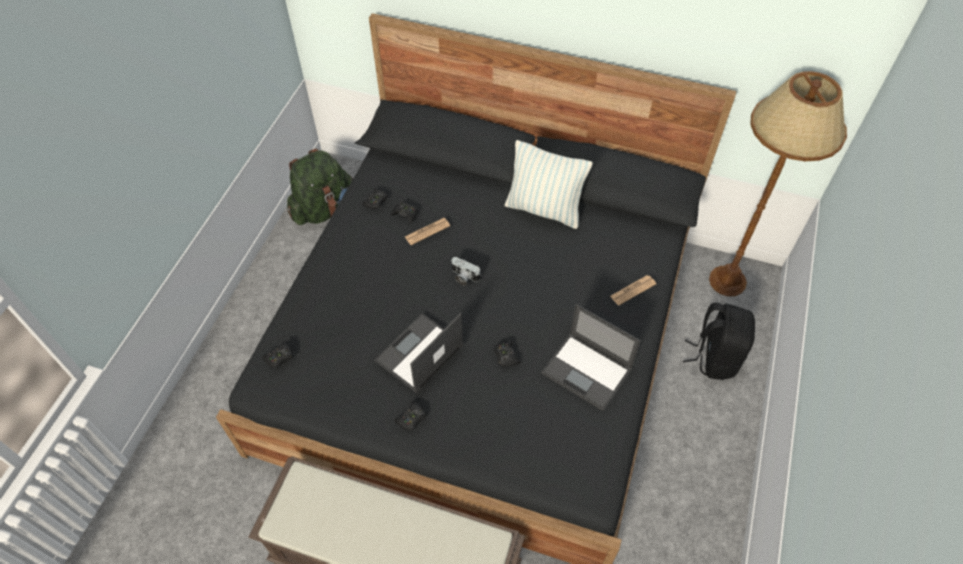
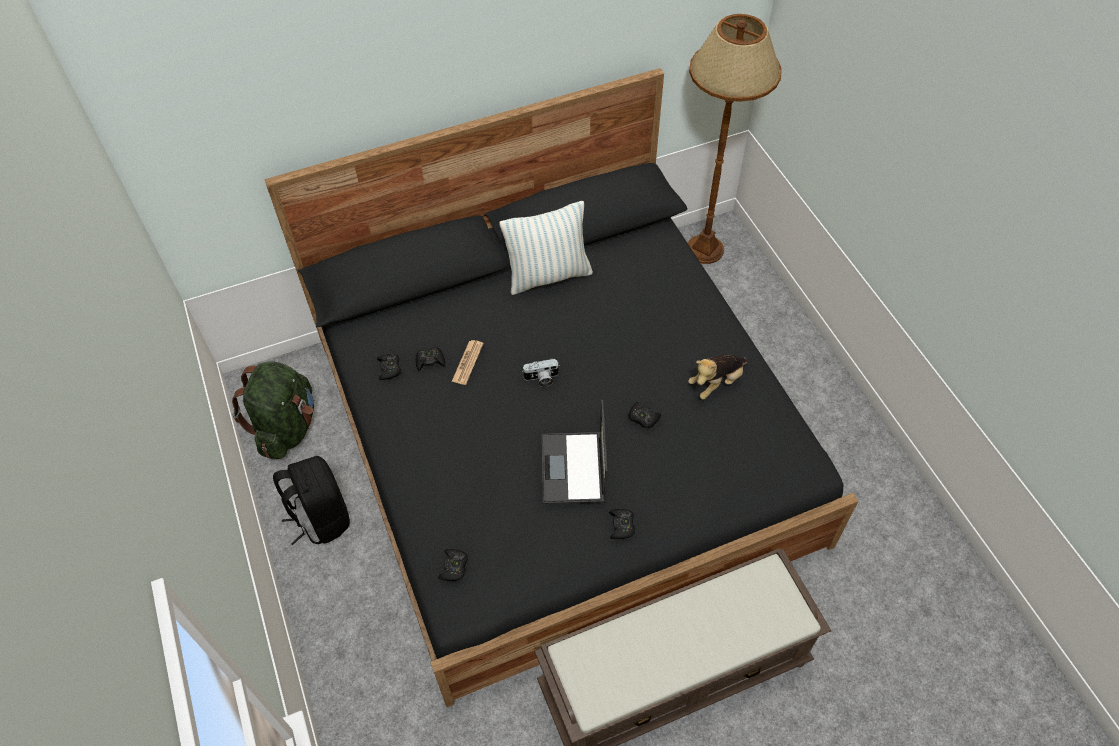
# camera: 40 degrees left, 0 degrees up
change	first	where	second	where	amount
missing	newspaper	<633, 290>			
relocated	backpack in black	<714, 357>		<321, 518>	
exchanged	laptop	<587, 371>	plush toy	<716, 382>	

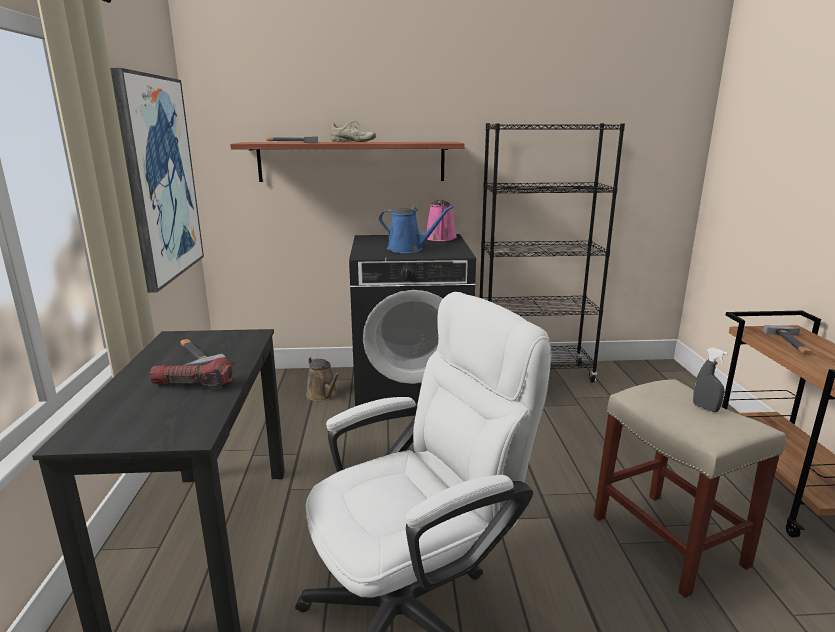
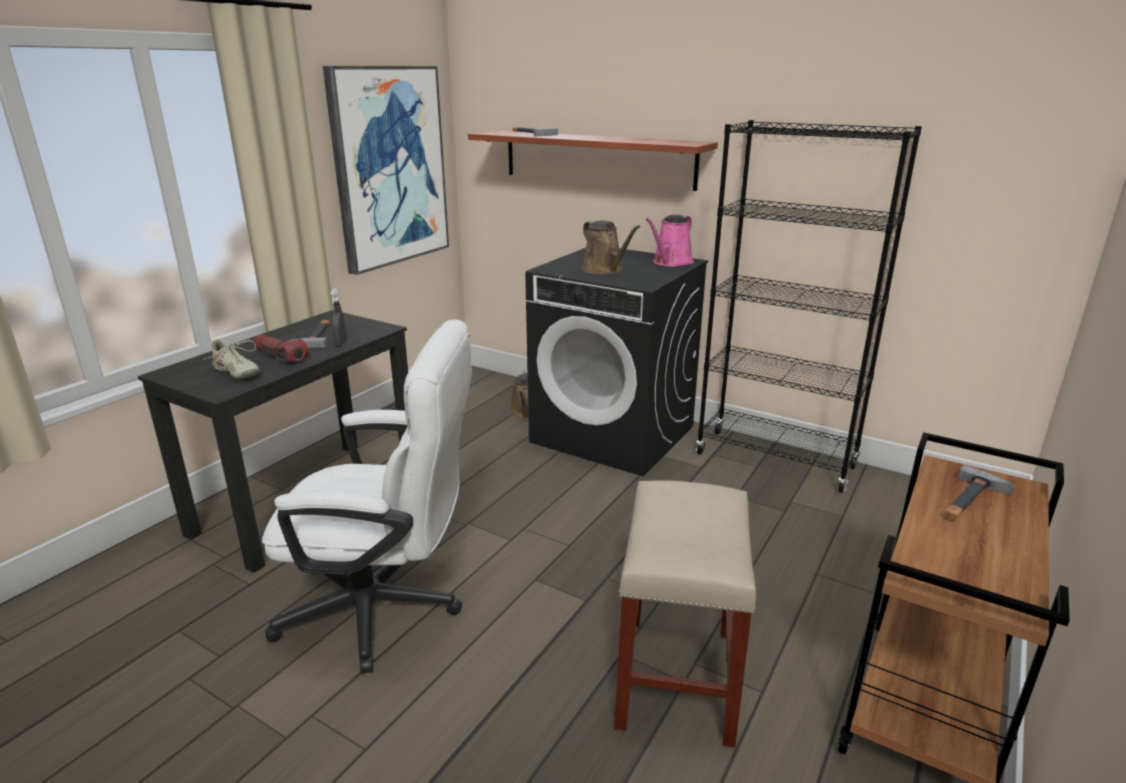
# camera: 35 degrees right, 5 degrees up
change	first	where	second	where	amount
relocated	shoe in beige	<352, 142>		<236, 372>	
colour	watering can in blue	<408, 249>	watering can in brown	<605, 270>	
relocated	spray bottle in grey	<705, 408>		<341, 344>	

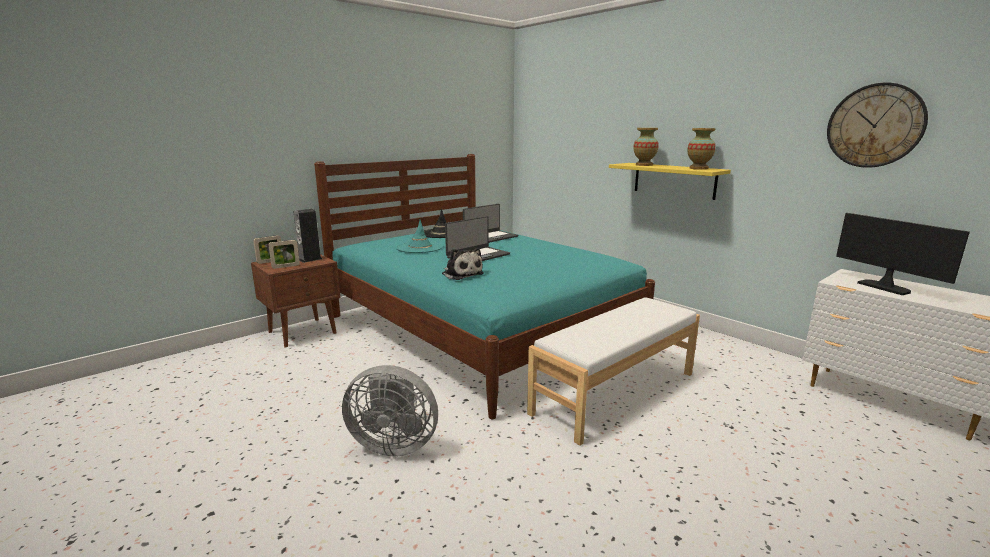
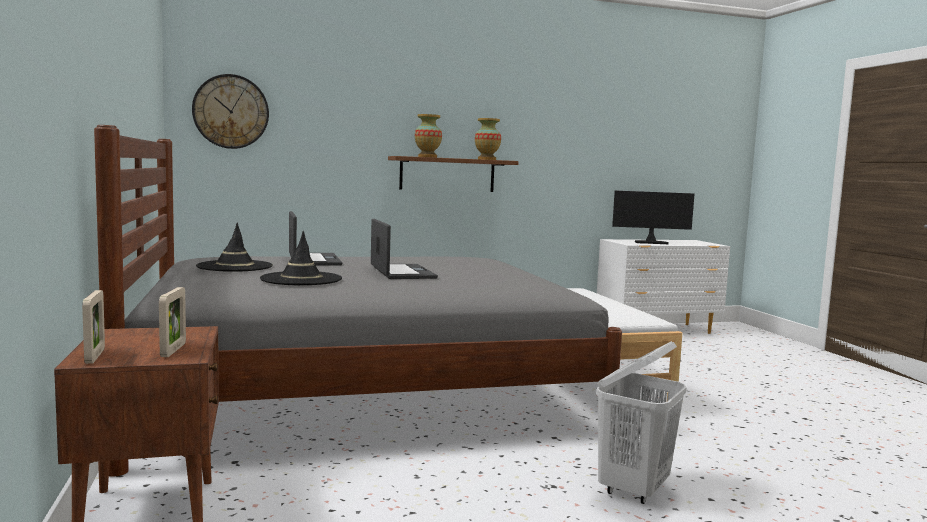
# camera: 65 degrees left, 10 degrees down
change	first	where	second	where	amount
relocated	wall clock	<875, 126>		<231, 111>	
colour	bed in turquoise	<479, 329>	bed in grey	<362, 394>	
colour	shelf in yellow	<674, 180>	shelf in brown	<447, 174>	
missing	speaker	<310, 259>			
colour	hat in turquoise	<419, 247>	hat in black	<301, 279>	
missing	plush toy	<461, 274>			
exchanged	fan in grey	<393, 444>	laundry basket in white	<634, 489>	

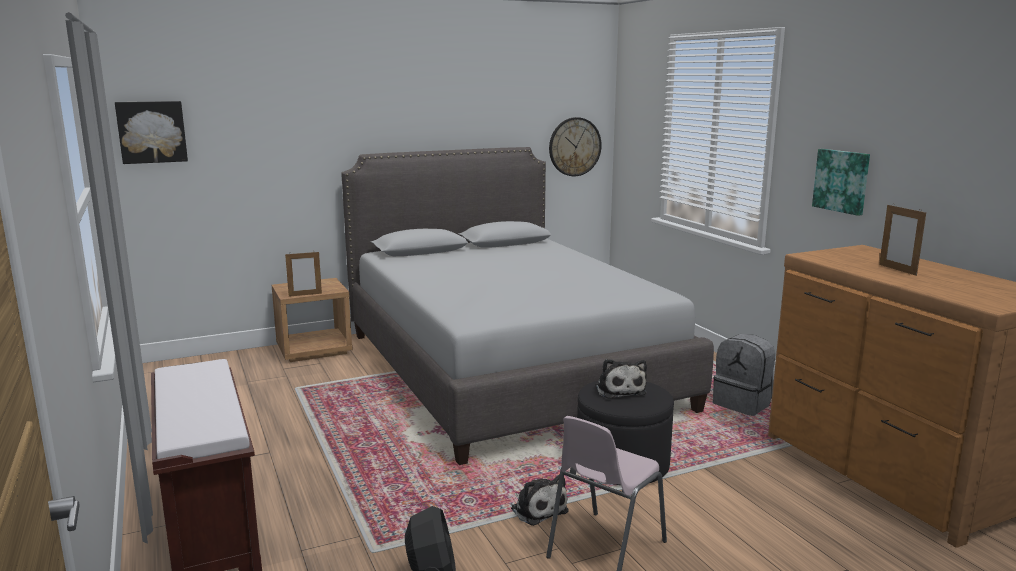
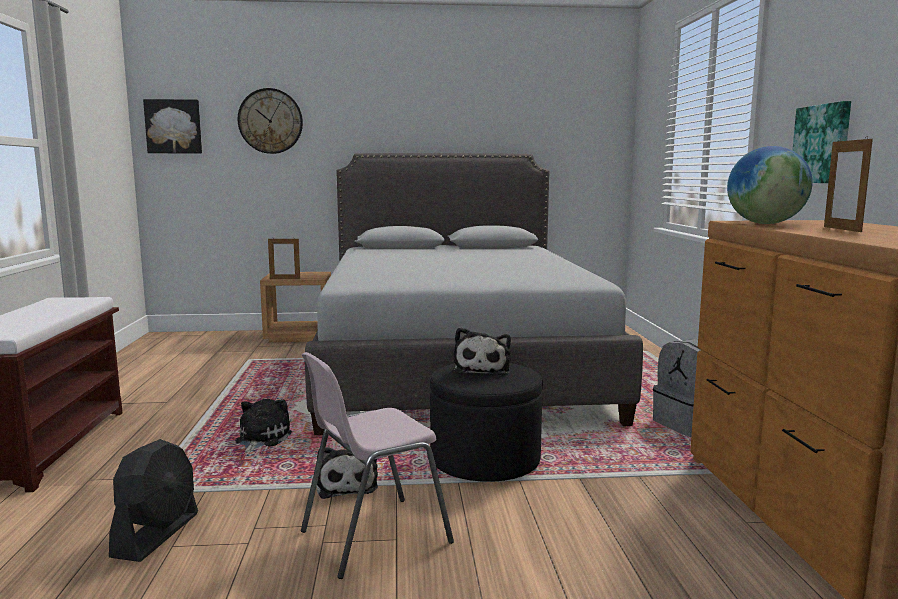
# camera: 20 degrees right, 5 degrees down
change	first	where	second	where	amount
relocated	wall clock	<574, 146>		<270, 121>	
appeared			globe	<765, 223>	
appeared			plush toy	<261, 439>	

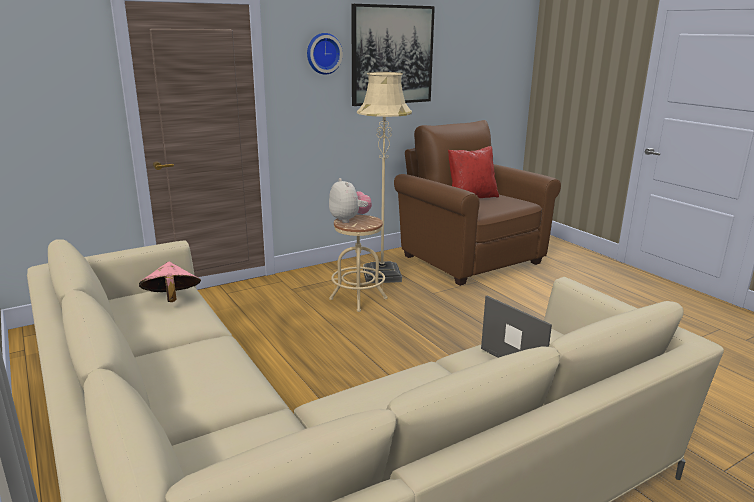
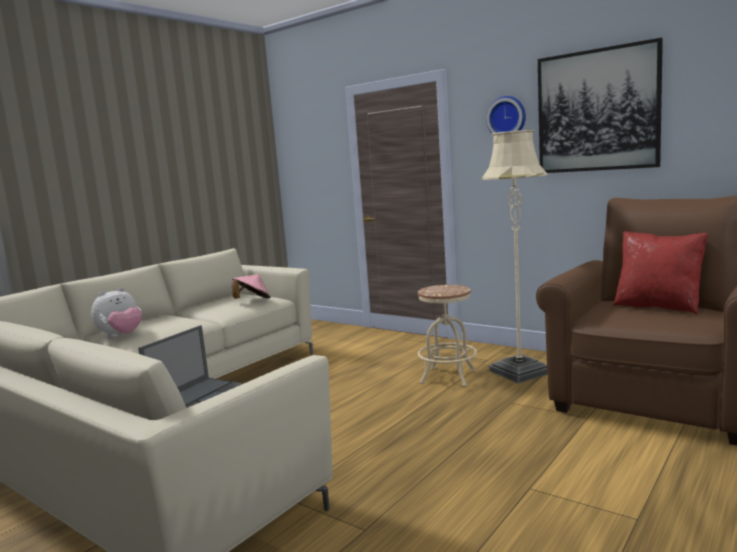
# camera: 70 degrees right, 10 degrees down
change	first	where	second	where	amount
relocated	plush toy	<349, 220>		<121, 336>	

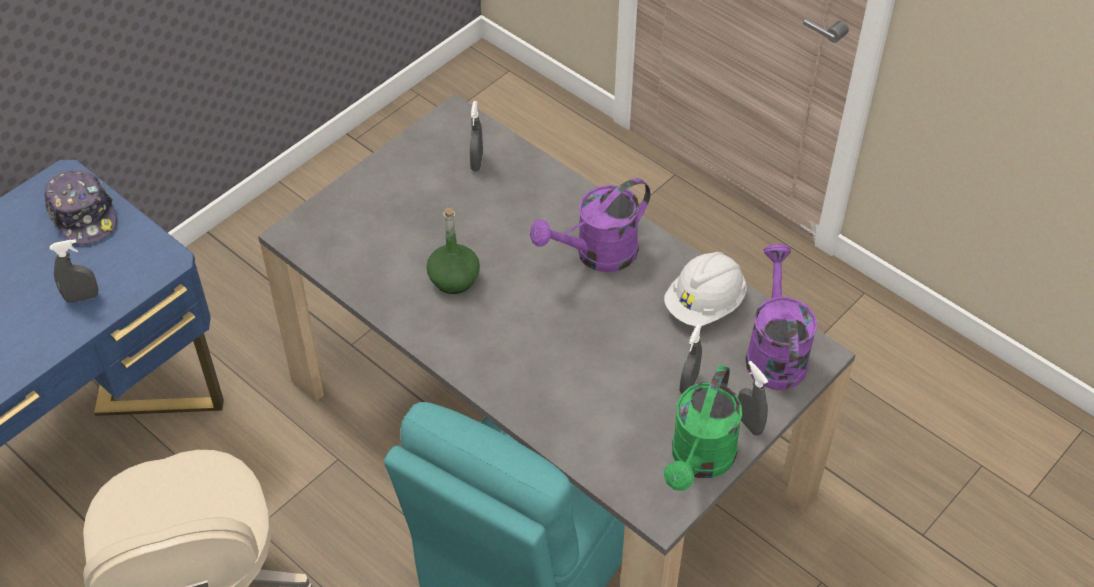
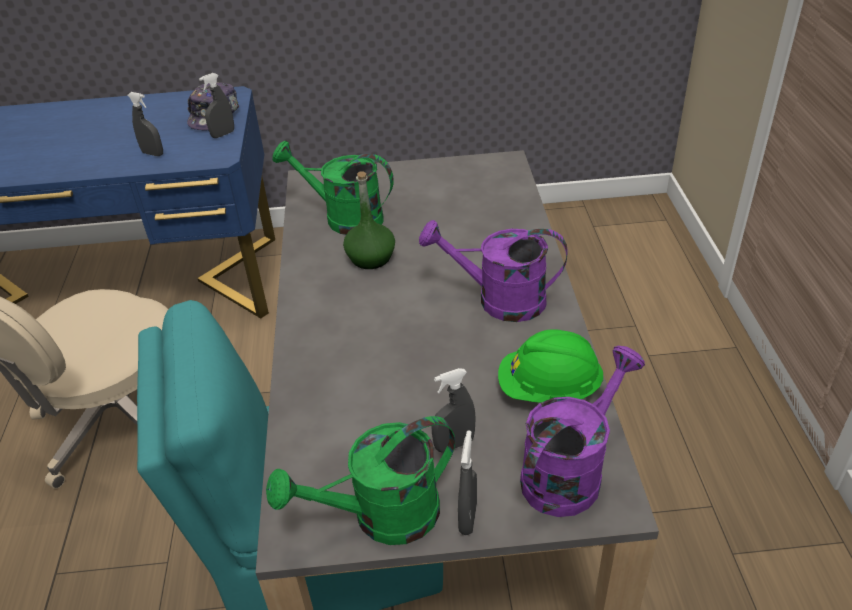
# camera: 45 degrees right, 10 degrees down
change	first	where	second	where	amount
relocated	spray bottle in grey	<477, 162>		<223, 134>	
colour	hard hat in white	<705, 304>	hard hat in green	<548, 389>	
appeared			watering can in green	<344, 218>	

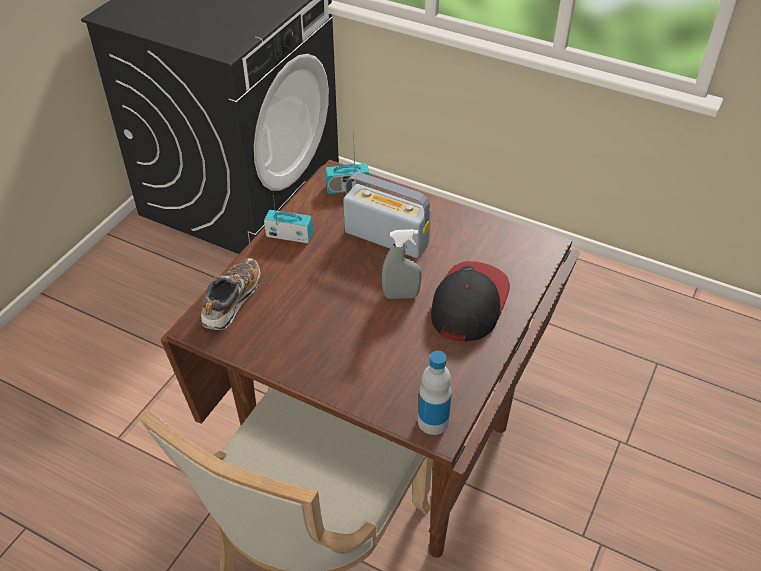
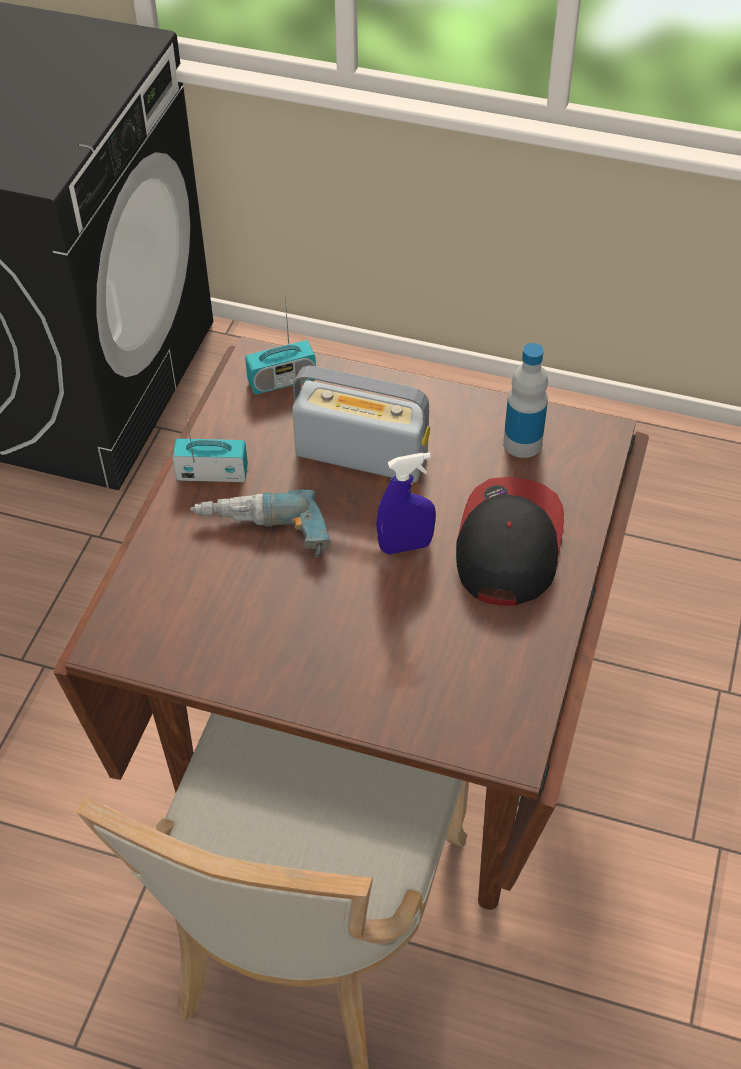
# camera: 10 degrees left, 5 degrees up
change	first	where	second	where	amount
colour	spray bottle in grey	<401, 295>	spray bottle in blue	<405, 546>	
missing	shoe	<232, 301>			
relocated	bottle	<433, 421>		<522, 443>	
appeared			power drill	<261, 537>	

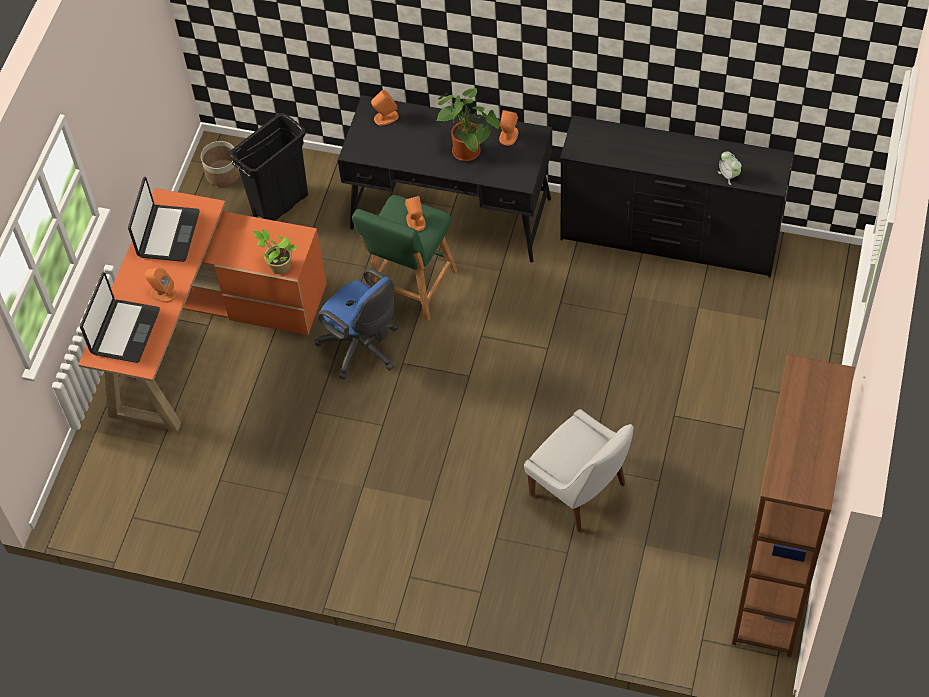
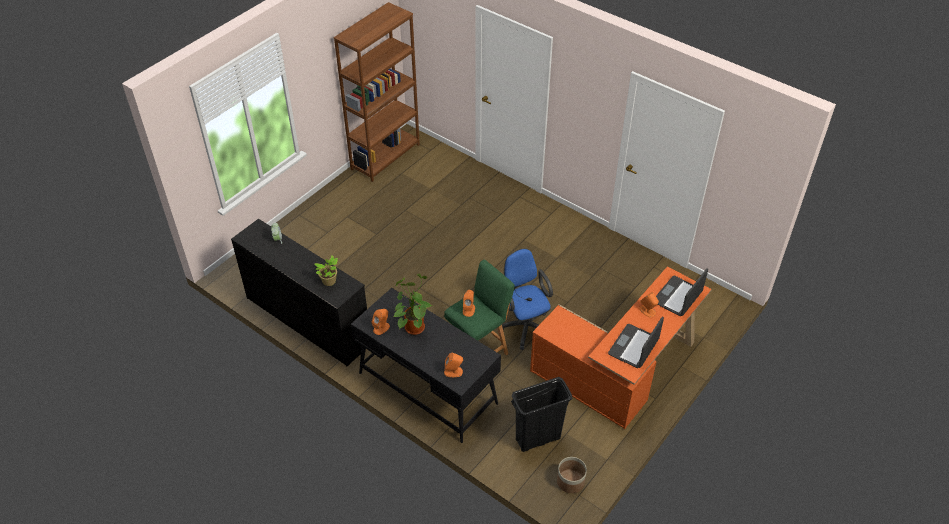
# camera: 160 degrees left, 10 degrees down
change	first	where	second	where	amount
relocated	potted plant	<278, 266>		<330, 282>	
missing	chair in white	<580, 492>			

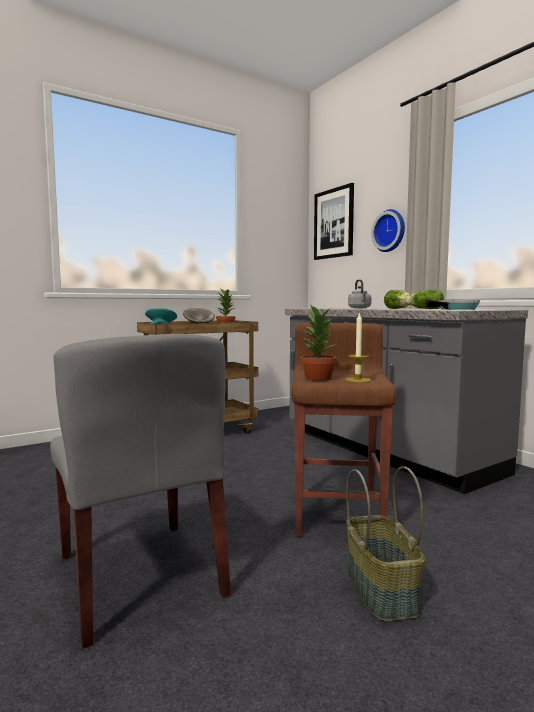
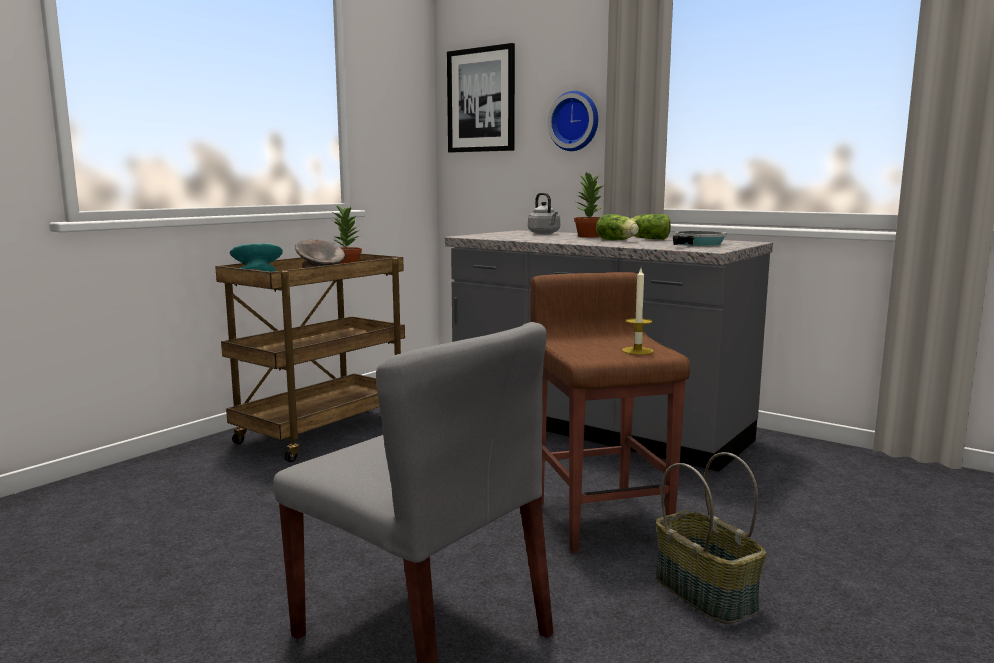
# camera: 20 degrees left, 5 degrees up
change	first	where	second	where	amount
relocated	potted plant	<317, 378>		<588, 236>	

